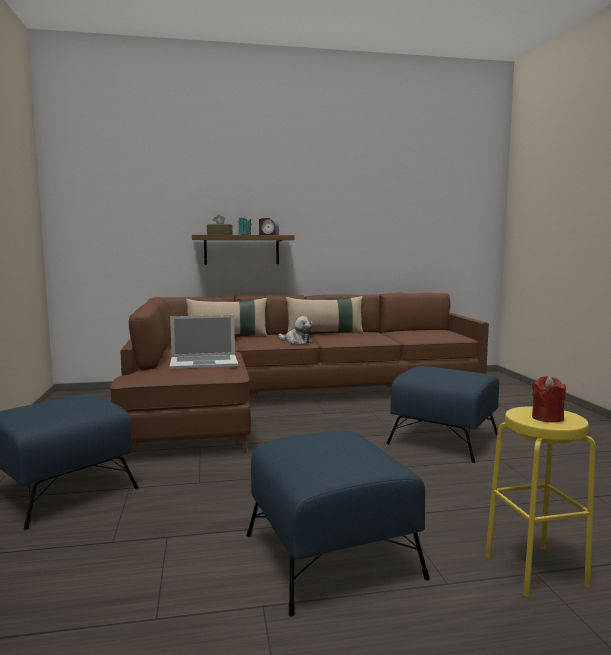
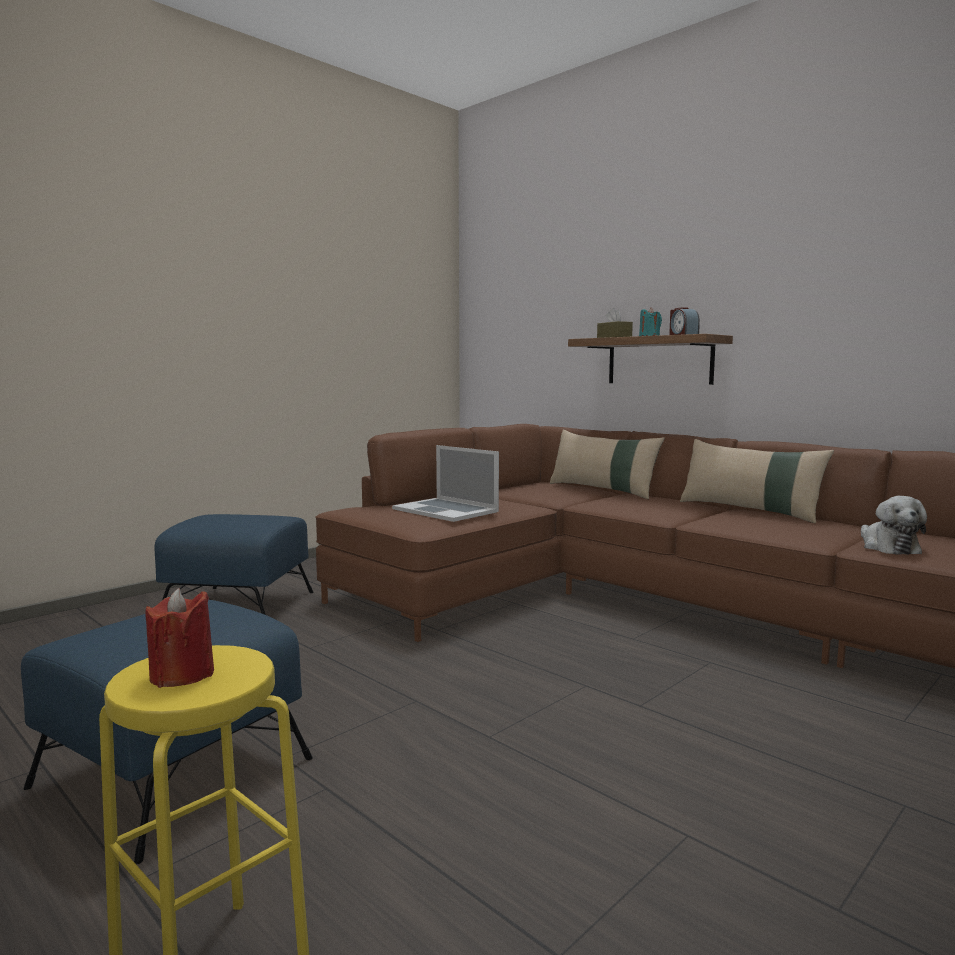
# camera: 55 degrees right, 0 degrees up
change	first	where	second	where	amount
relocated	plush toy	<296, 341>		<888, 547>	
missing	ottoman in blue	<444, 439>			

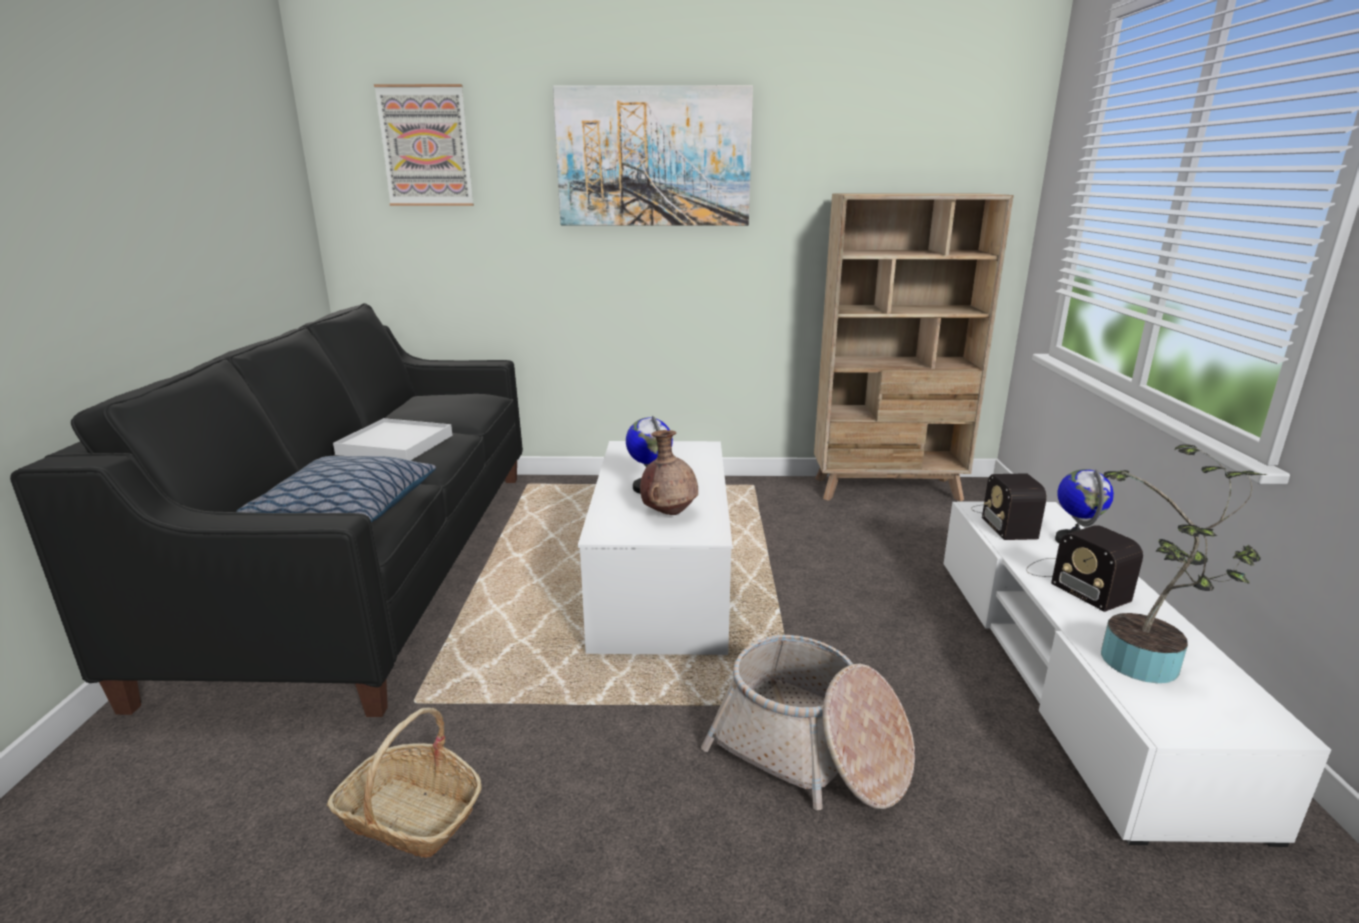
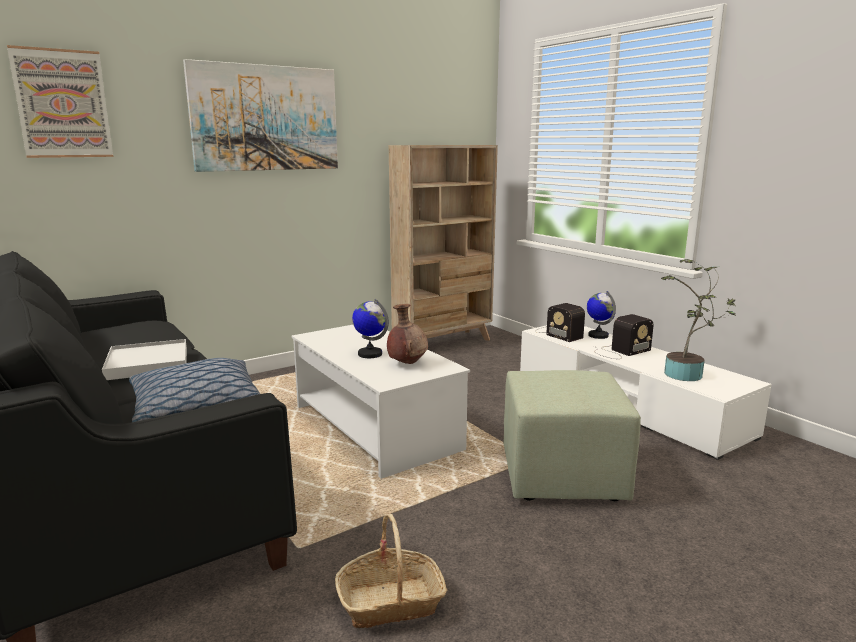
# camera: 35 degrees left, 5 degrees down
change	first	where	second	where	amount
spun	radio	<1073, 581>		<620, 351>	60 degrees counterclockwise
exchanged	basket	<811, 752>	ottoman in green	<563, 477>	

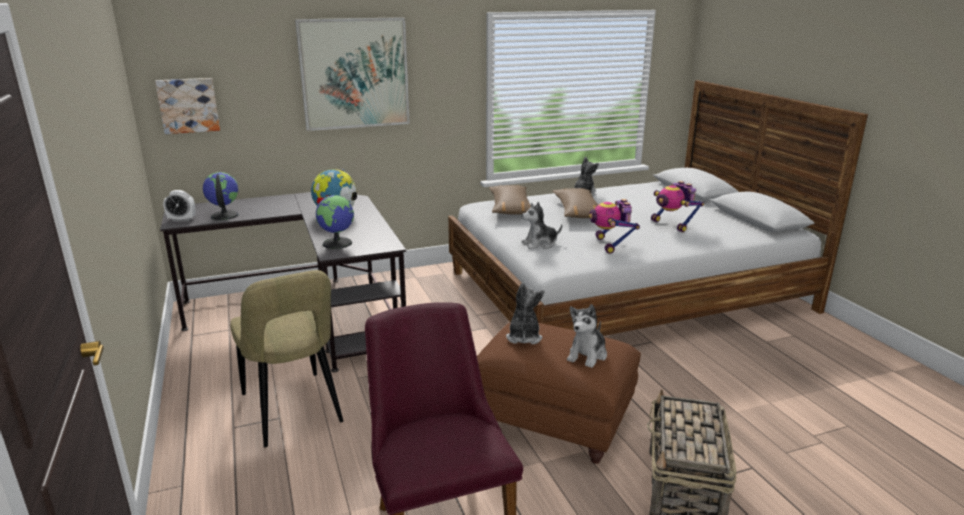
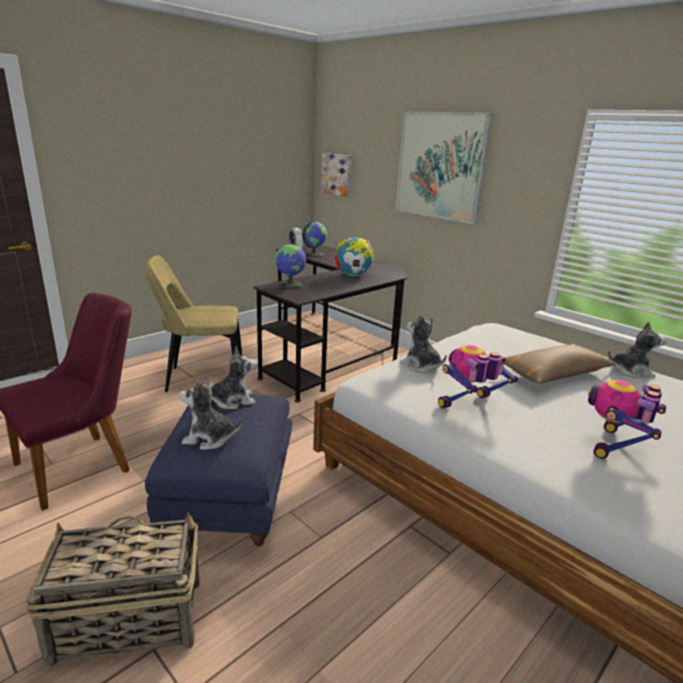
# camera: 65 degrees right, 0 degrees up
change	first	where	second	where	amount
missing	pillow in brown	<510, 208>			
spun	chair in beige	<293, 411>		<201, 379>	45 degrees clockwise
colour	ottoman in brown	<554, 422>	ottoman in blue	<230, 499>	

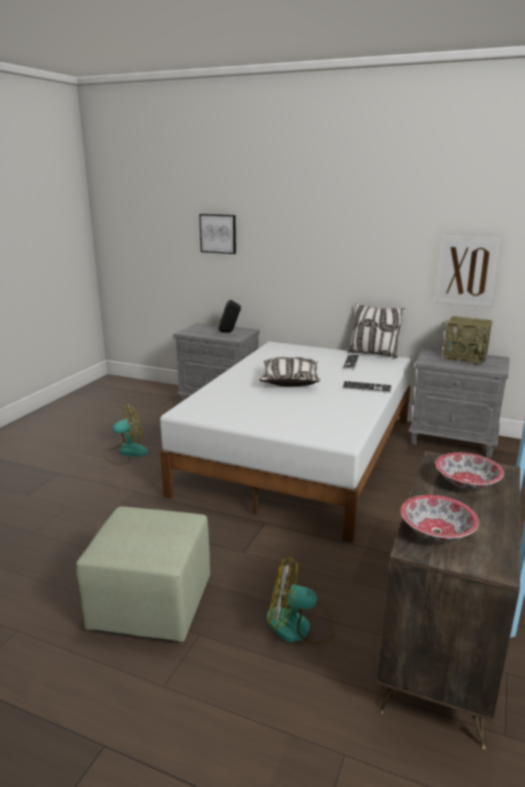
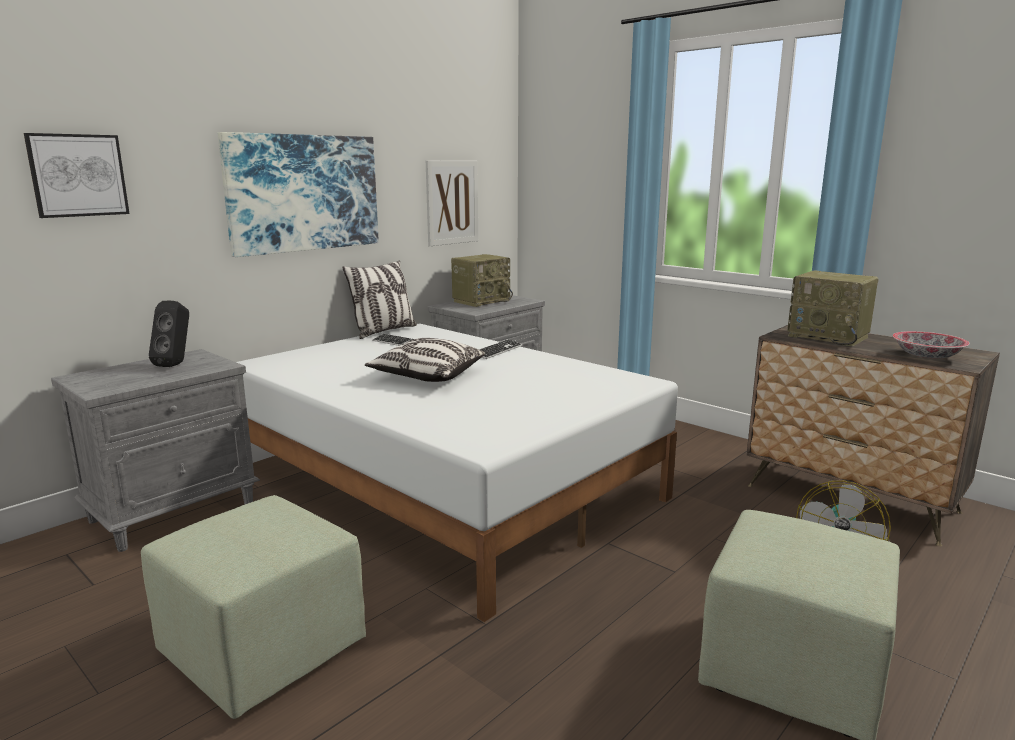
# camera: 70 degrees left, 5 degrees down
change	first	where	second	where	amount
exchanged	fan	<126, 452>	ottoman in green	<261, 650>	
exchanged	bowl	<467, 483>	radio	<829, 337>	
appeared			picture	<304, 193>	

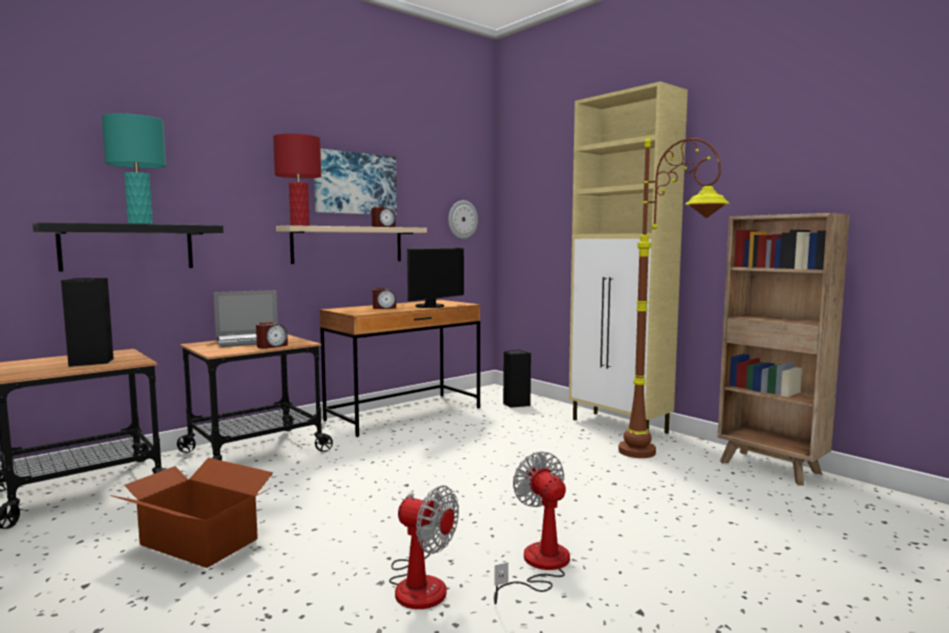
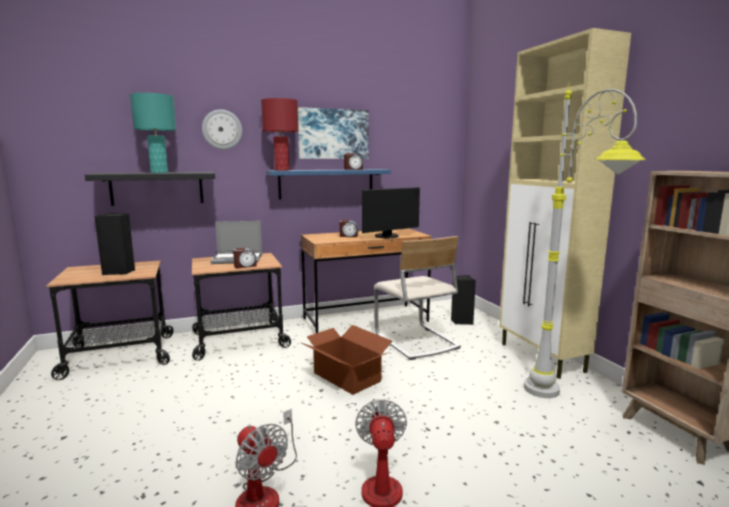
# camera: 20 degrees right, 5 degrees up
change	first	where	second	where	amount
colour	floor lamp in brown	<665, 460>	floor lamp in grey	<564, 403>	
relocated	wall clock	<462, 219>		<222, 129>	
colour	shelf in beige	<348, 244>	shelf in blue	<326, 183>	
relocated	cardboard box	<198, 543>		<346, 377>	
appeared			chair in beige	<415, 341>	

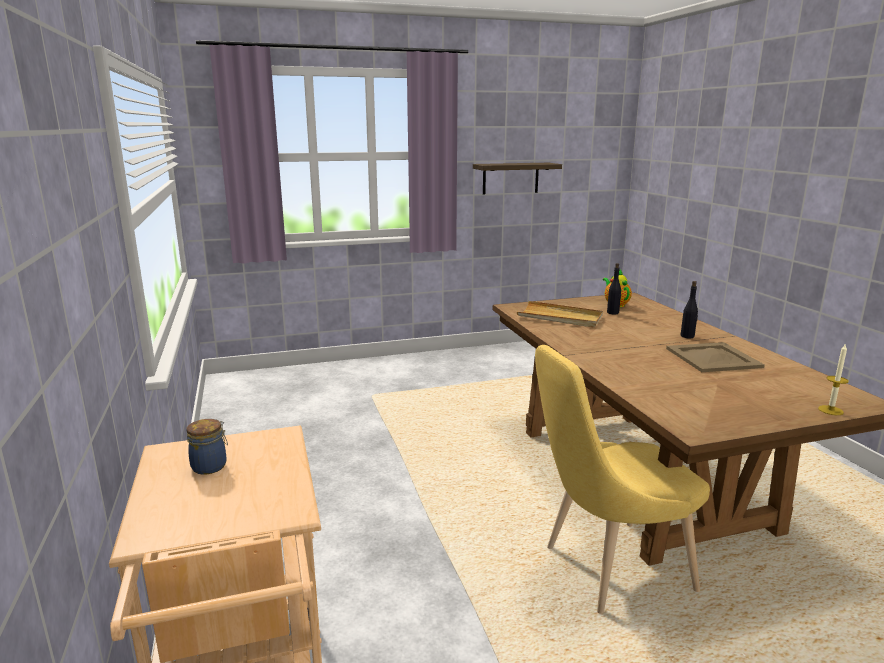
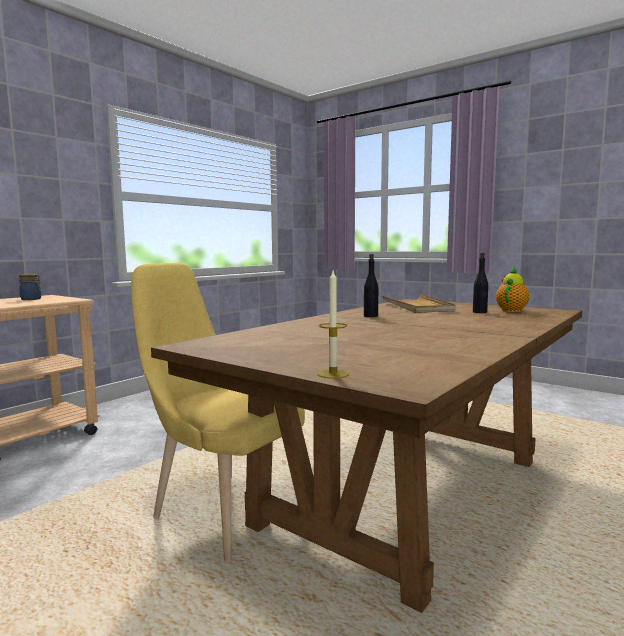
# camera: 55 degrees right, 10 degrees down
change	first	where	second	where	amount
missing	shelf	<510, 178>			
relocated	bottle in black	<687, 336>		<370, 316>	
missing	tray in beige	<713, 357>			

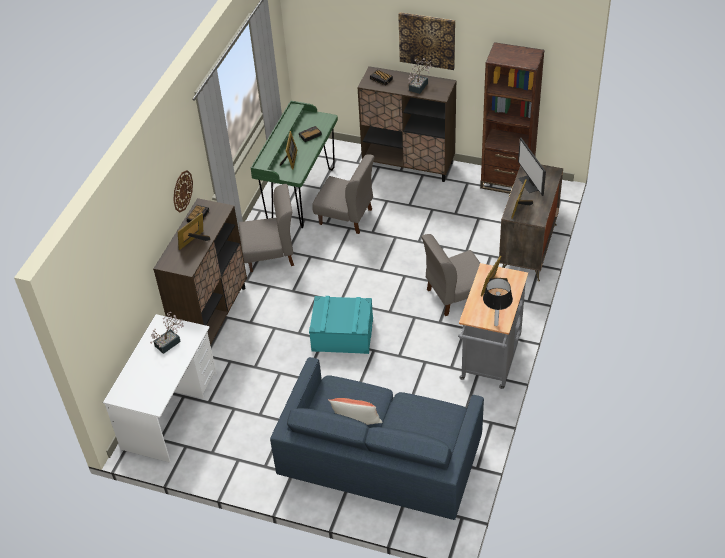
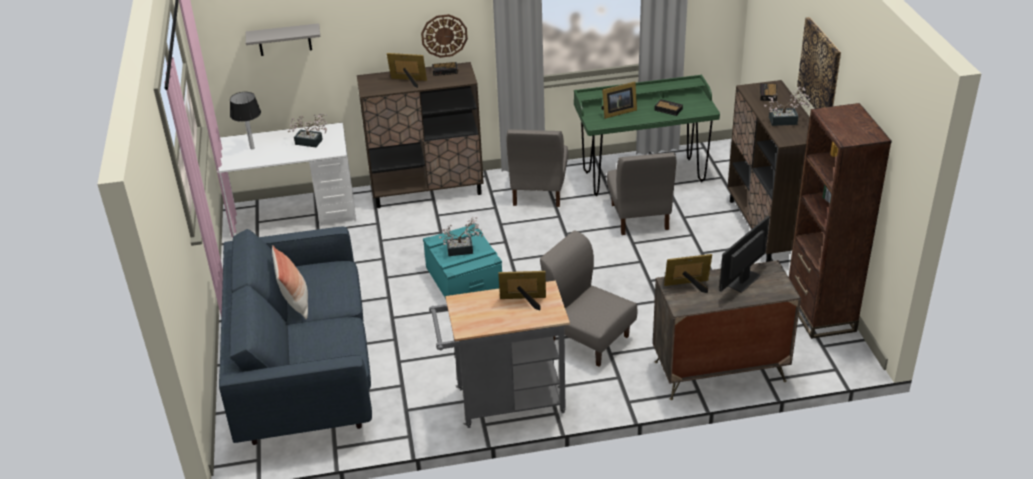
# camera: 60 degrees right, 10 degrees down
change	first	where	second	where	amount
spun	chair in grey	<270, 255>		<538, 191>	45 degrees clockwise
relocated	table lamp	<496, 324>		<252, 148>	
appeared			shelf in grey	<284, 40>	
appeared			potted plant	<463, 250>	

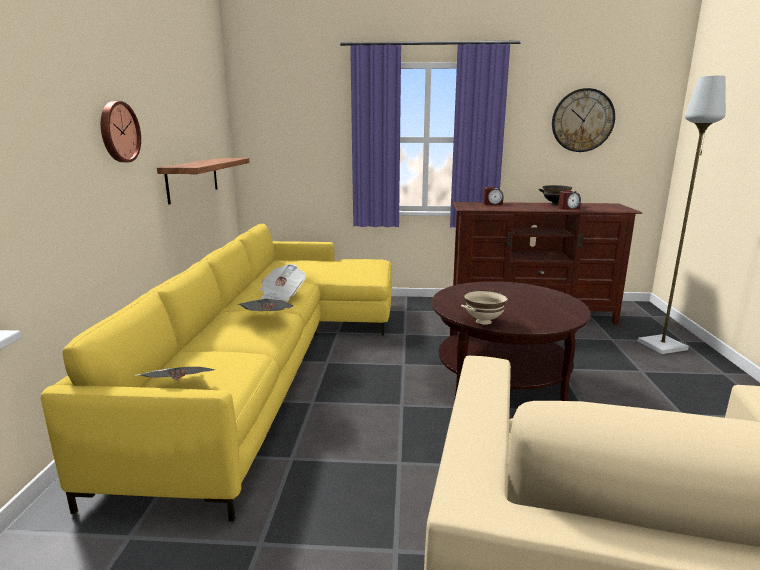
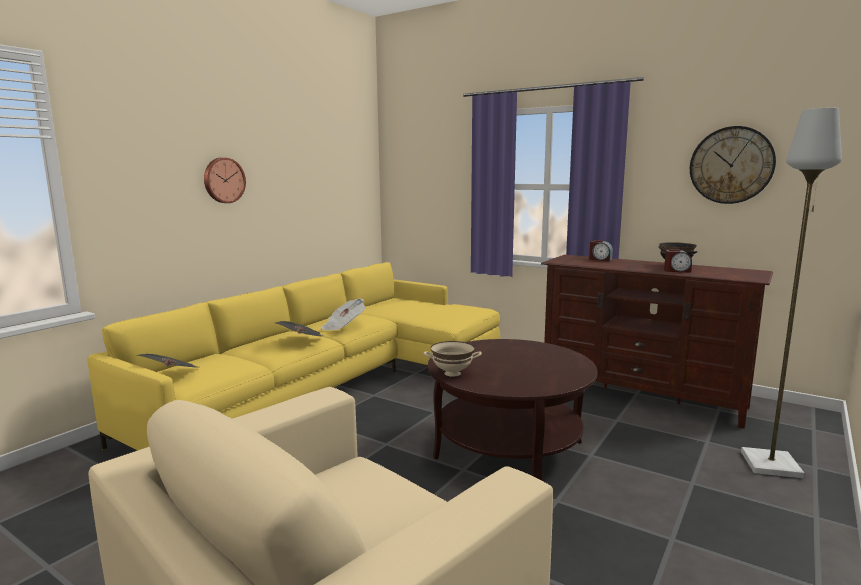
# camera: 30 degrees right, 5 degrees down
change	first	where	second	where	amount
missing	shelf	<193, 179>			

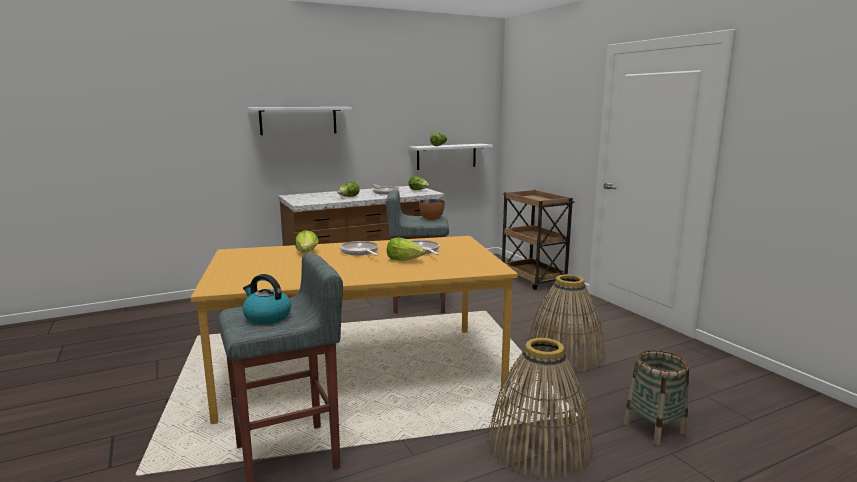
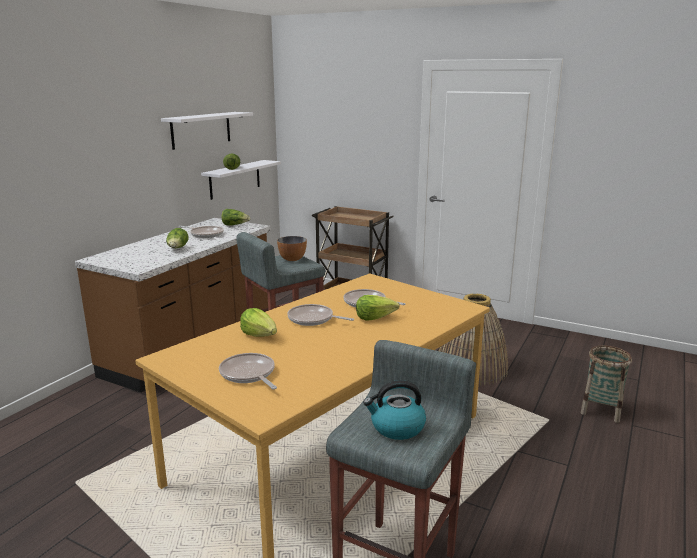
# camera: 35 degrees left, 5 degrees up
change	first	where	second	where	amount
relocated	shelf in white	<298, 120>		<201, 130>	
missing	basket	<539, 445>			
appeared			frying pan	<248, 374>	

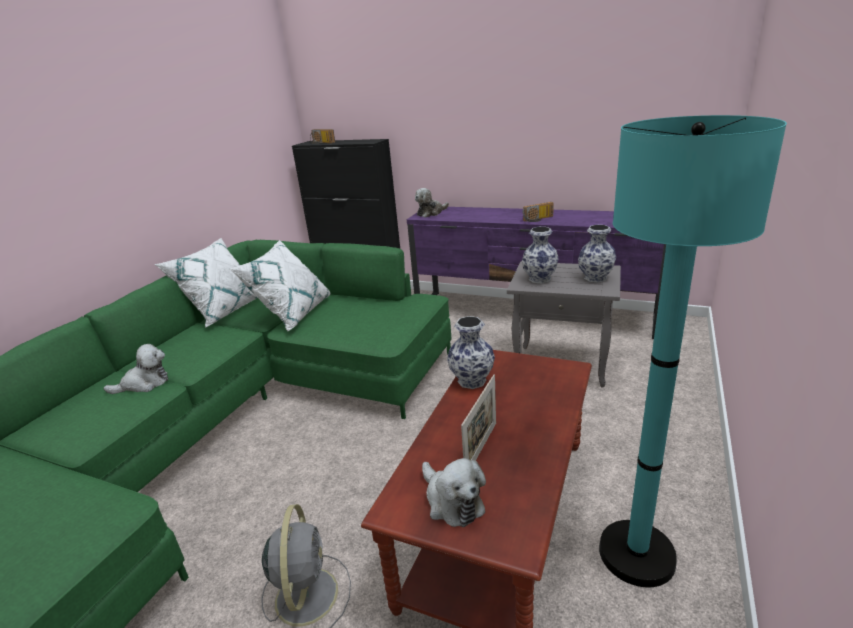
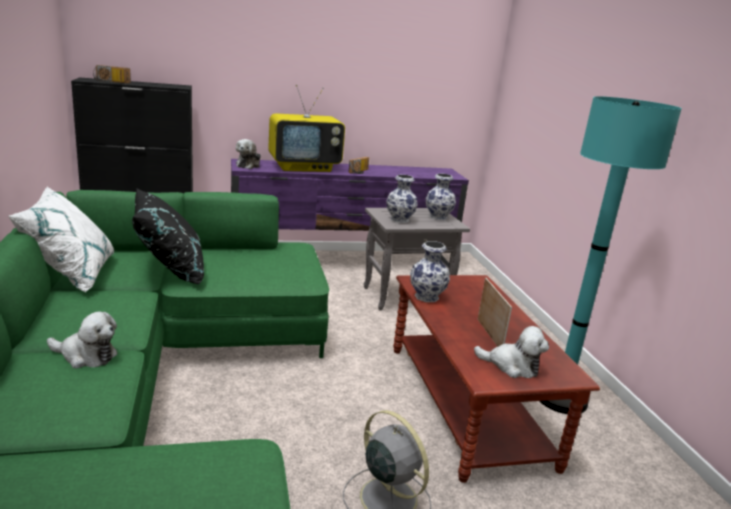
# camera: 40 degrees left, 5 degrees down
change	first	where	second	where	amount
colour	pillow in white	<292, 313>	pillow in black	<169, 270>	
spun	plush toy	<144, 384>		<86, 356>	75 degrees clockwise
appeared			television	<304, 167>	

